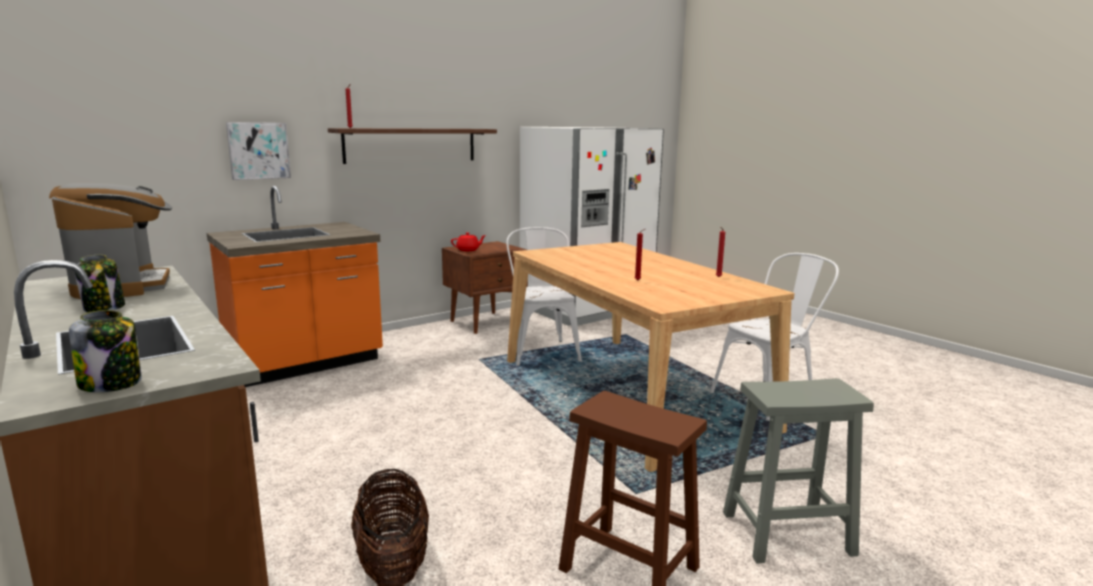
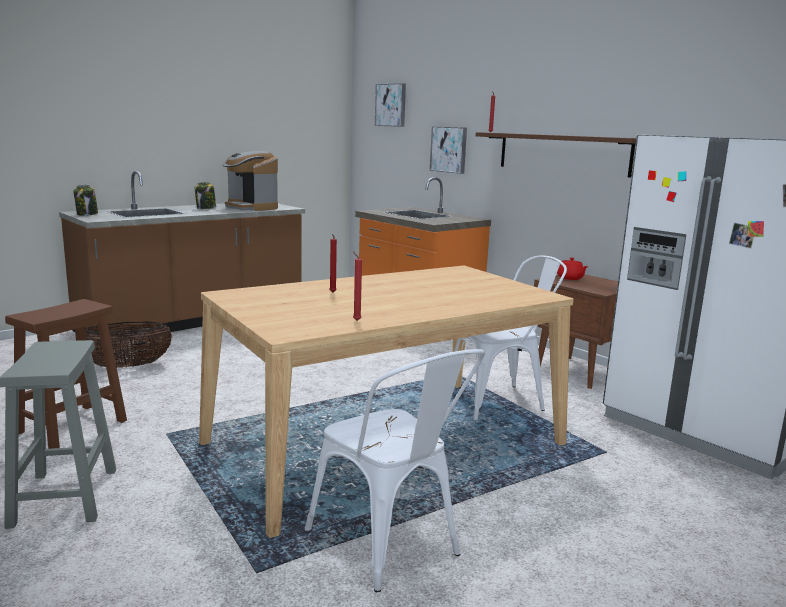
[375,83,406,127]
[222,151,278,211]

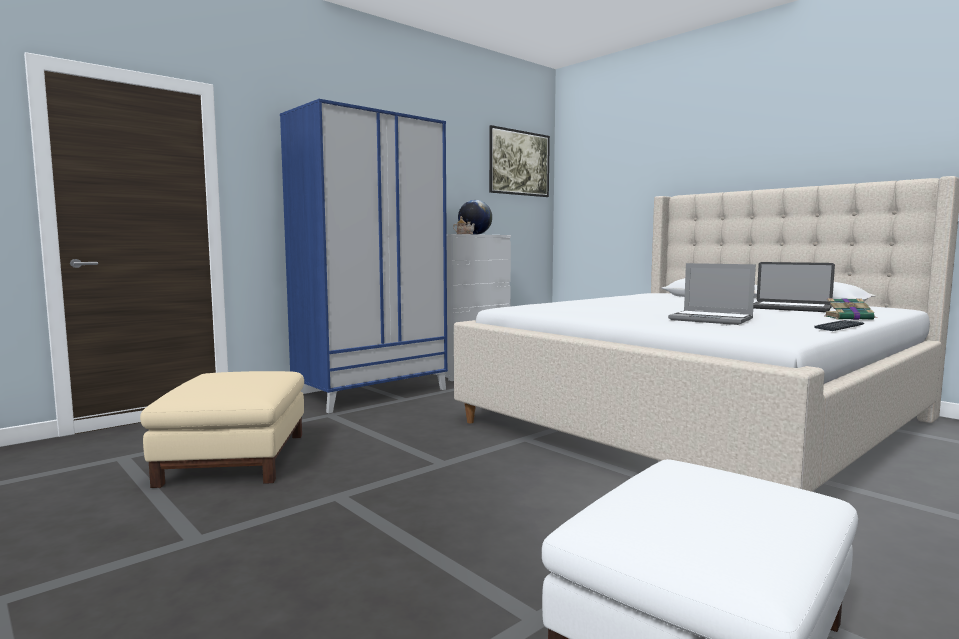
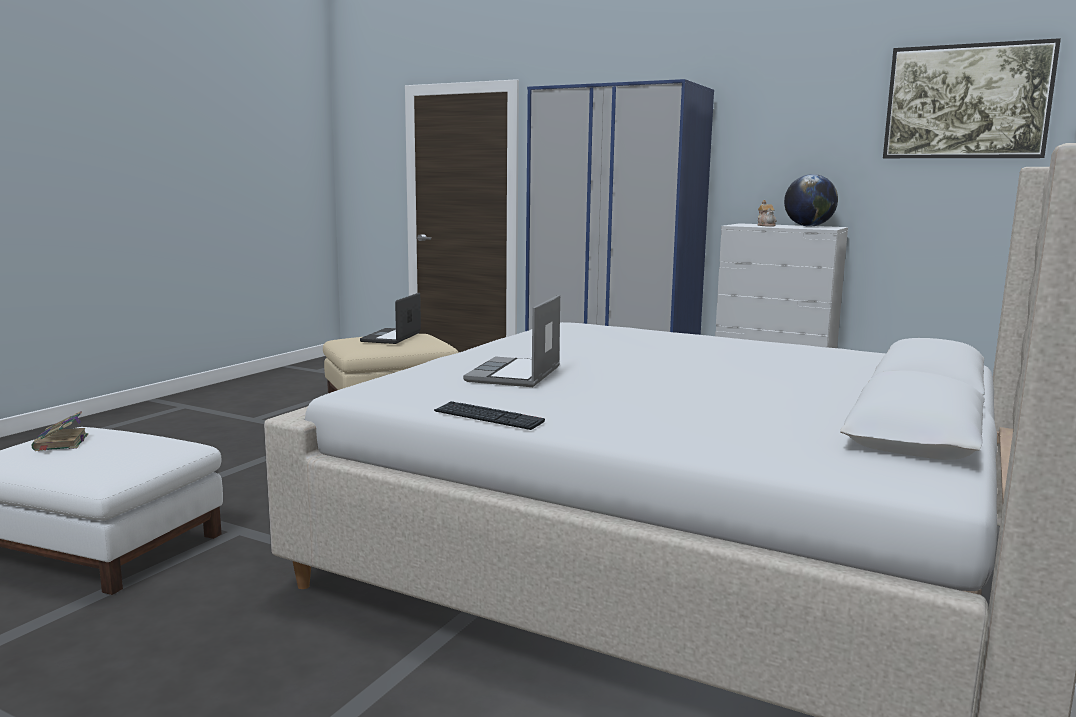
[360,293,421,344]
[32,411,88,451]

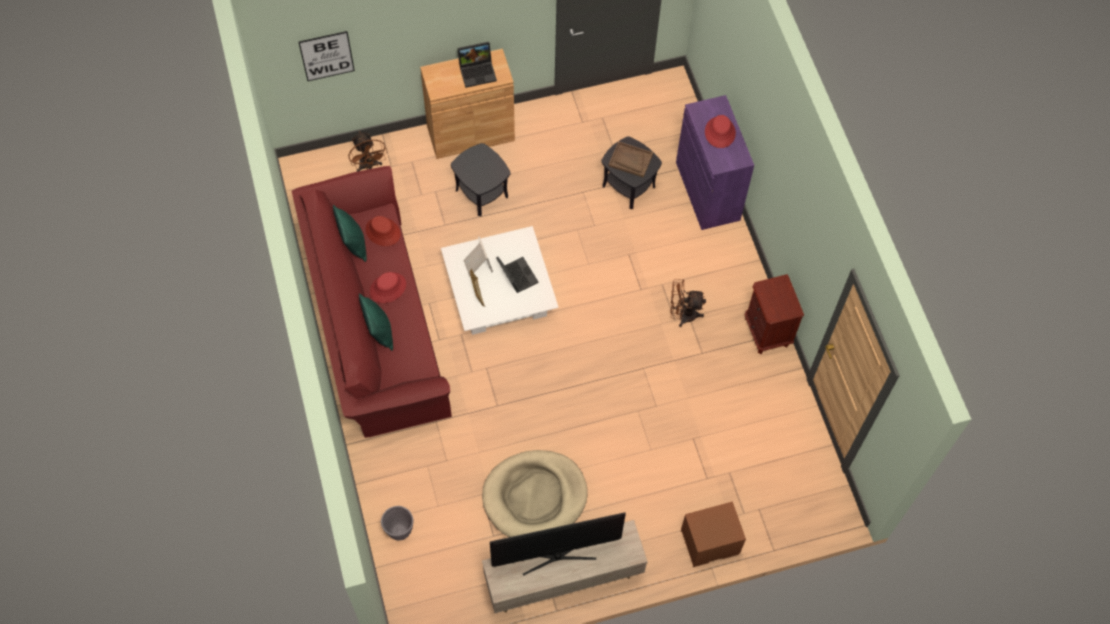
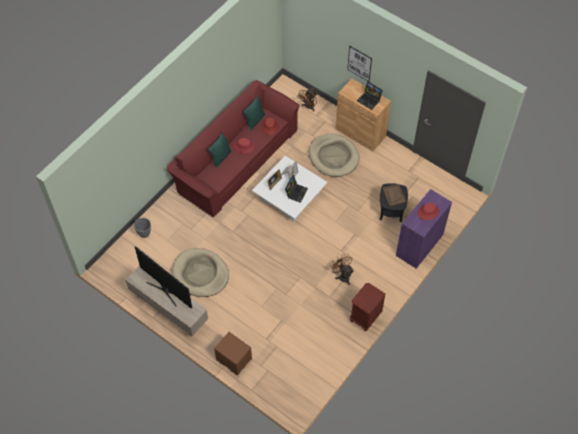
[347,46,372,82]
[309,134,360,177]

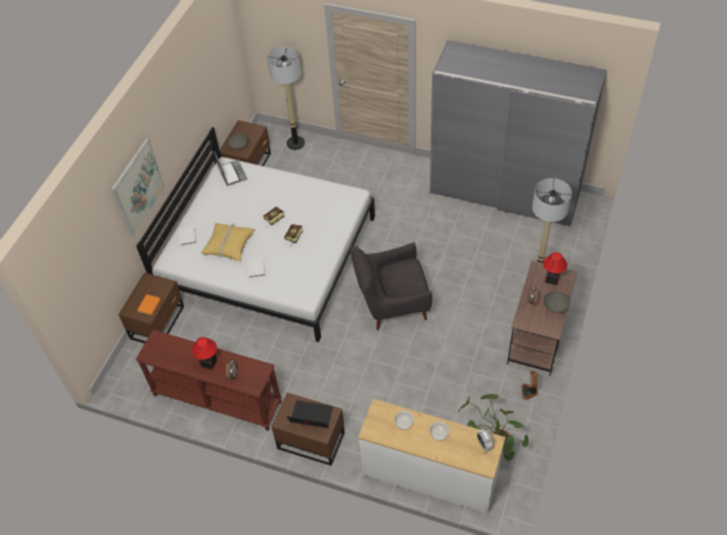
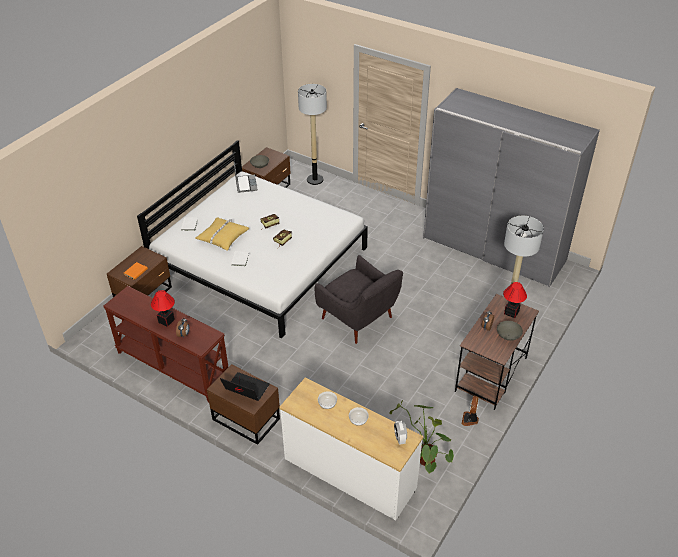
[111,138,165,237] (first image)
[315,255,403,344]

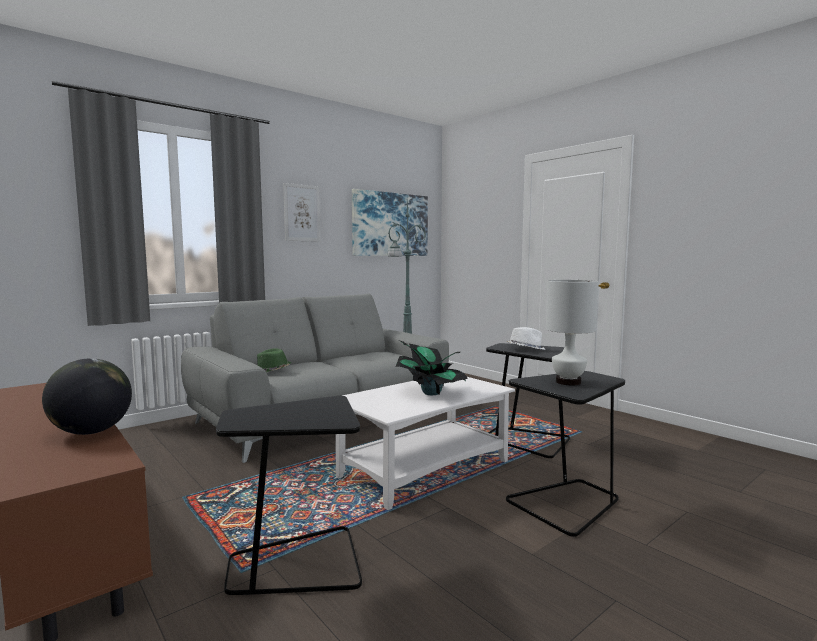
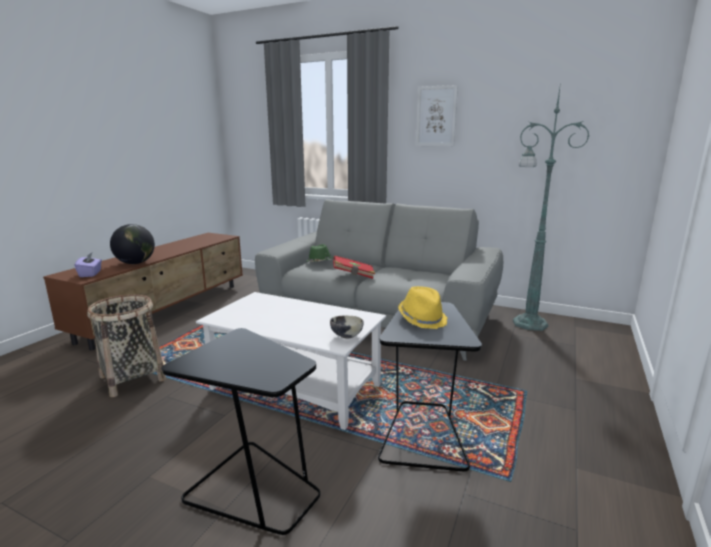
[352,189,428,256] (first image)
[395,341,468,395] (first image)
[546,280,599,385] (first image)
[74,253,102,277]
[330,315,364,338]
[333,256,375,279]
[87,294,166,397]
[398,286,447,329]

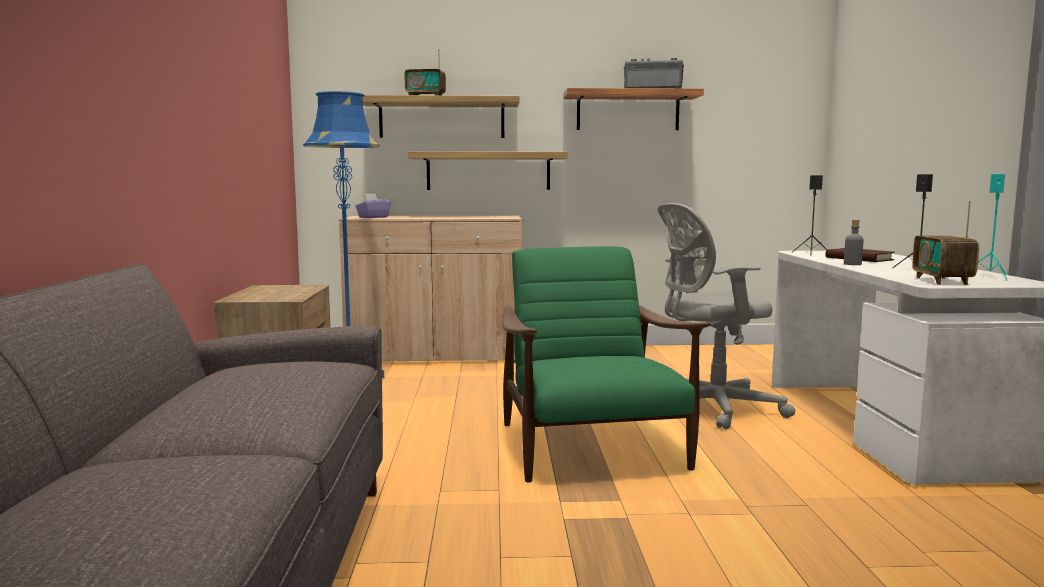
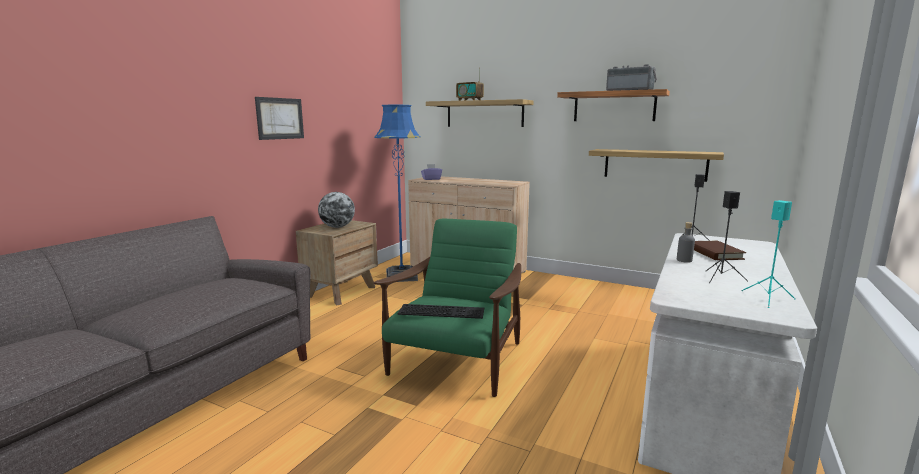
[657,203,796,429] (first image)
[912,202,979,285] (first image)
[255,97,304,140]
[318,192,355,228]
[398,304,484,319]
[589,149,724,182]

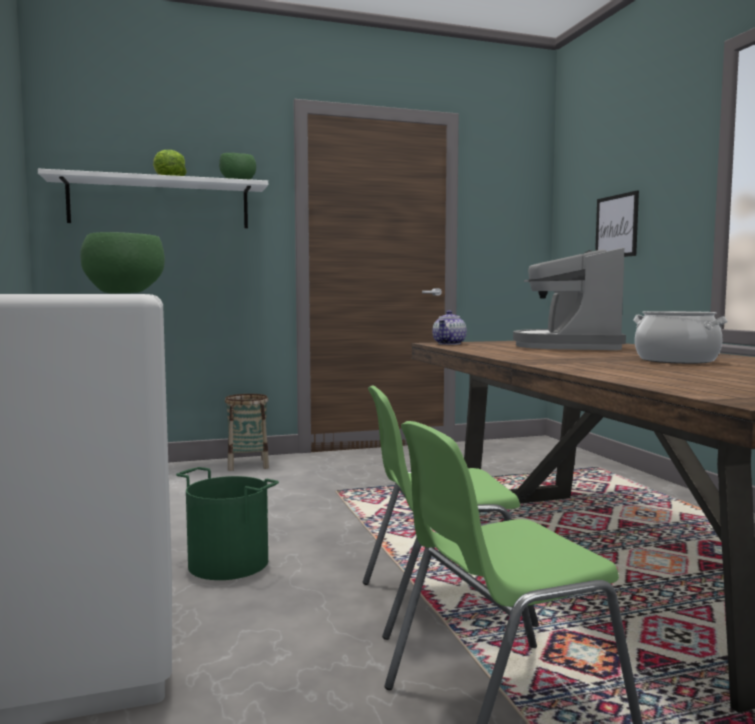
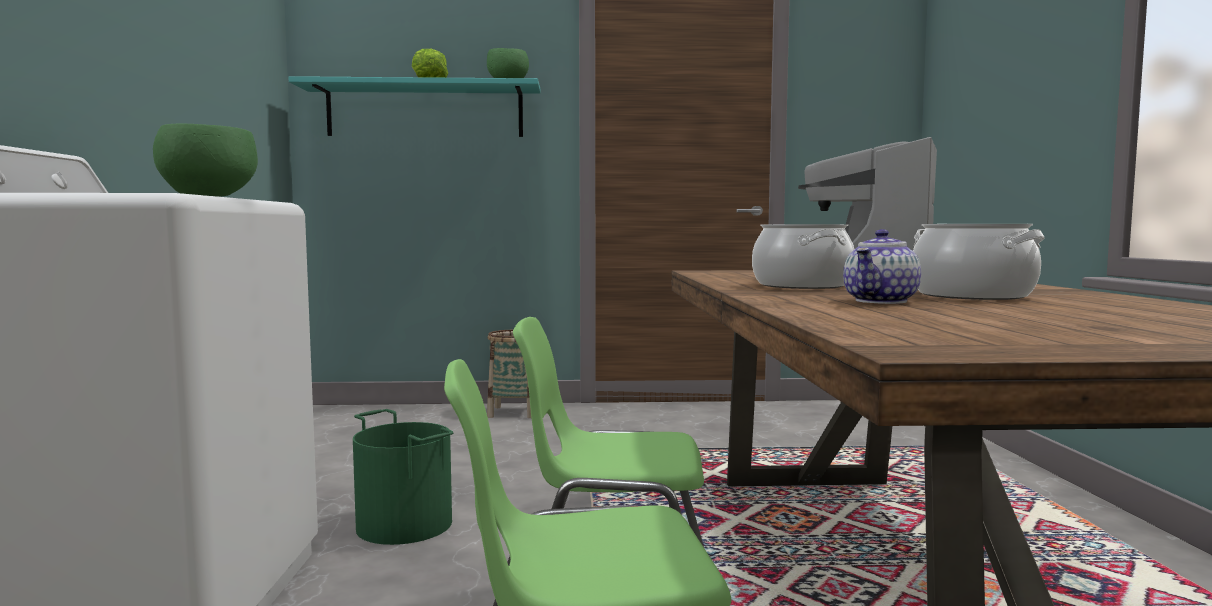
[595,190,639,257] (first image)
[752,224,854,289]
[843,229,921,304]
[288,76,541,137]

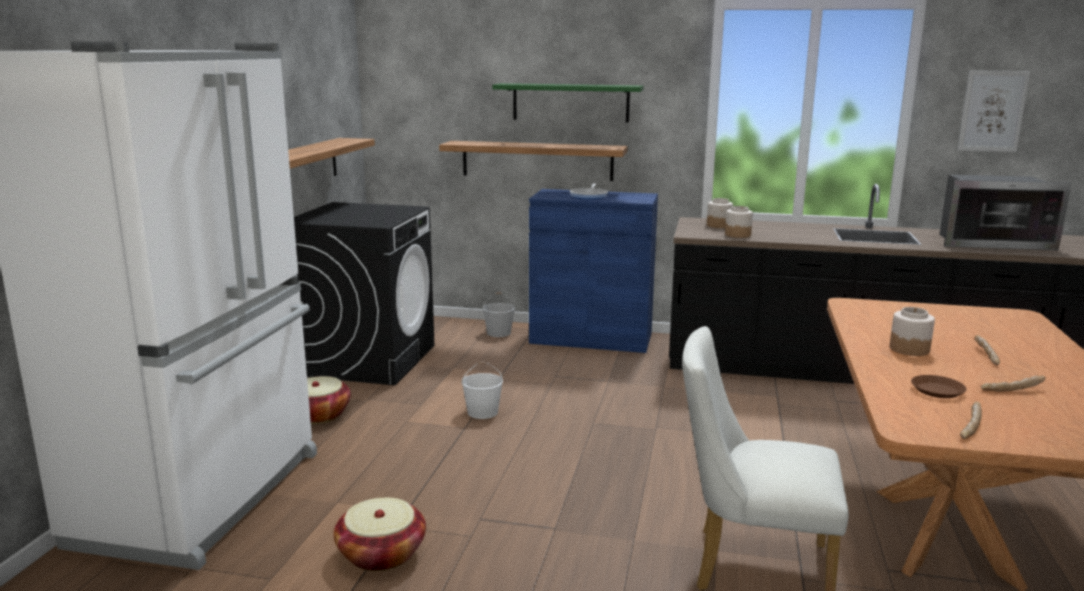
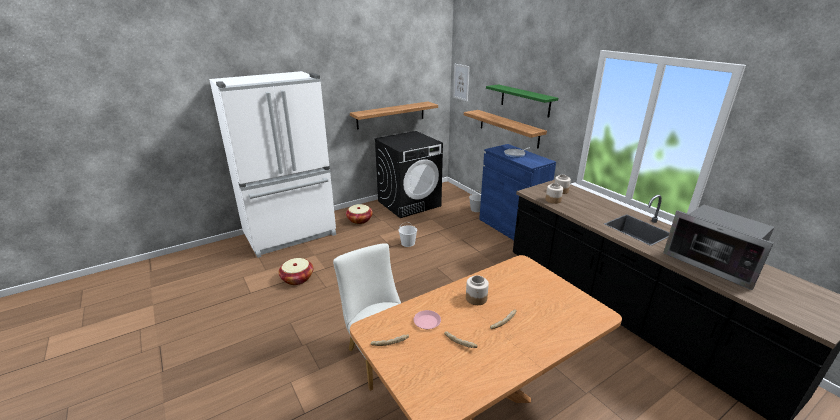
[453,64,470,102]
[414,310,441,329]

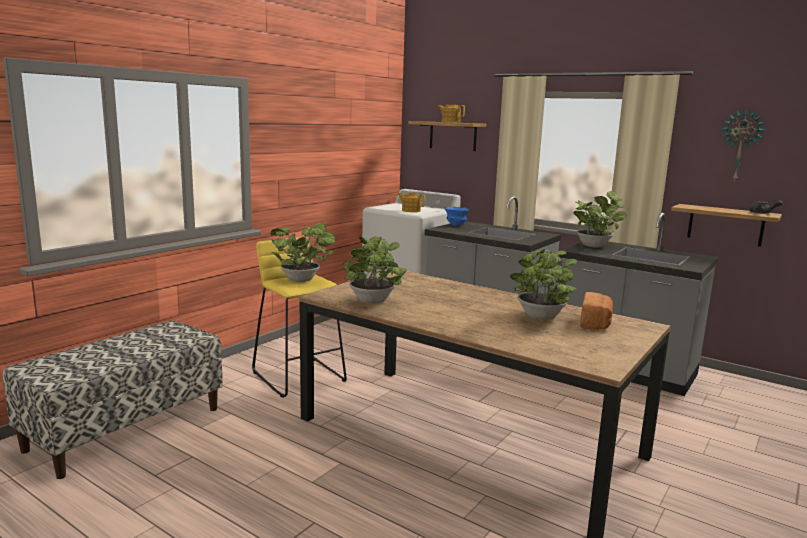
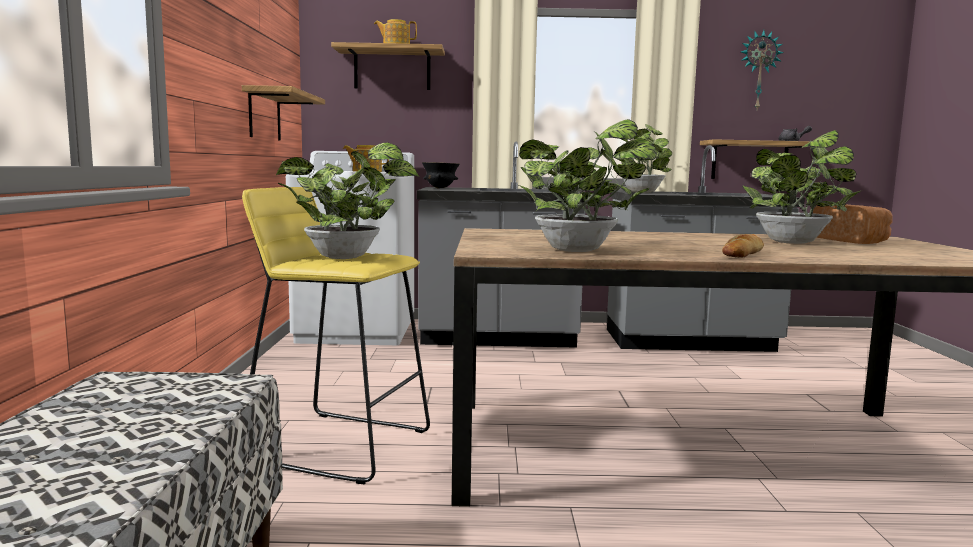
[242,85,325,141]
[722,234,764,258]
[422,162,460,188]

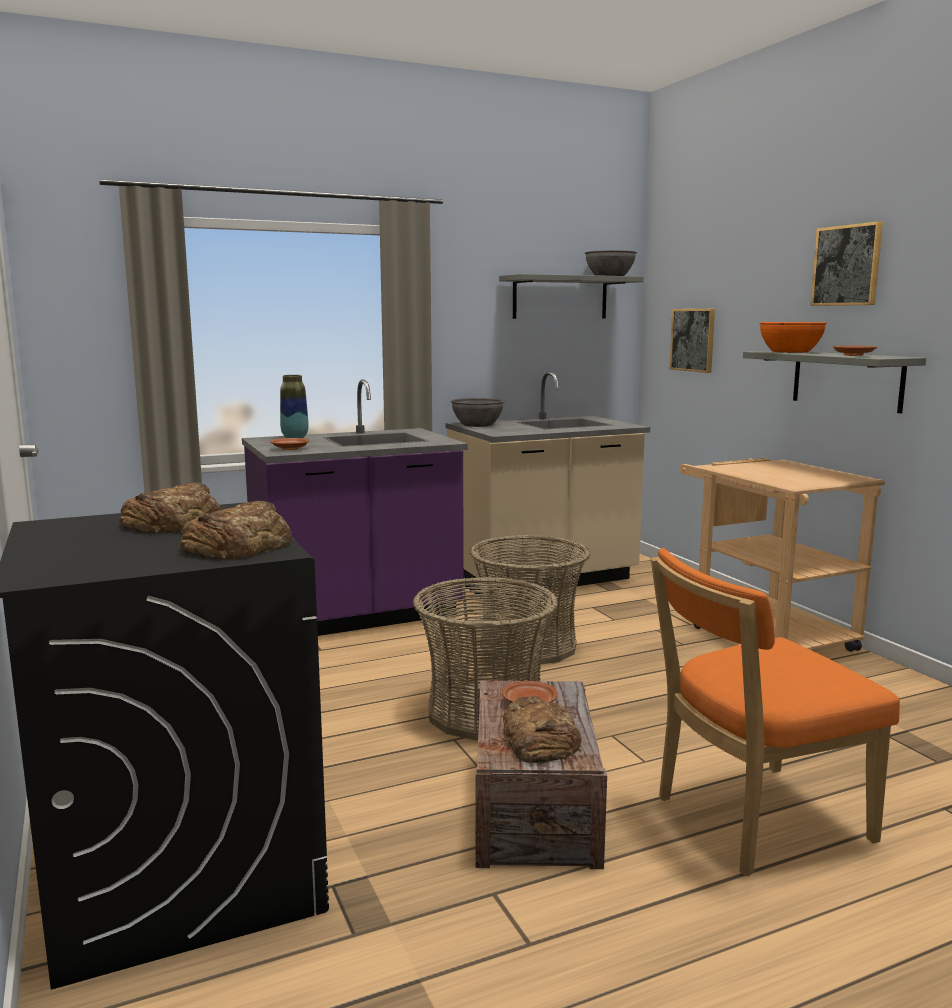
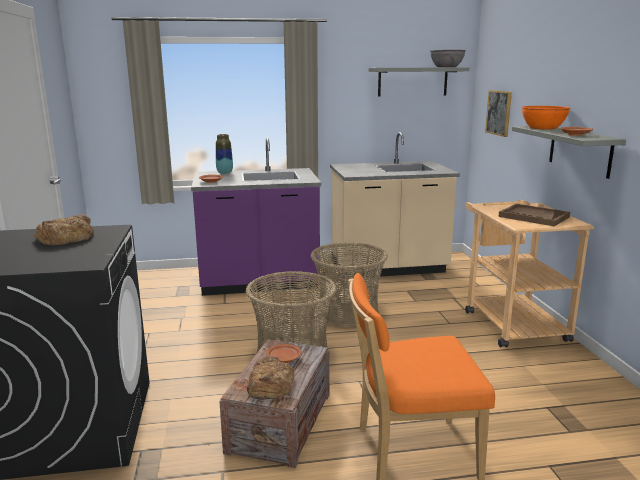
[179,501,292,559] (first image)
[451,398,504,427] (first image)
[810,221,883,306] (first image)
[498,204,570,226]

